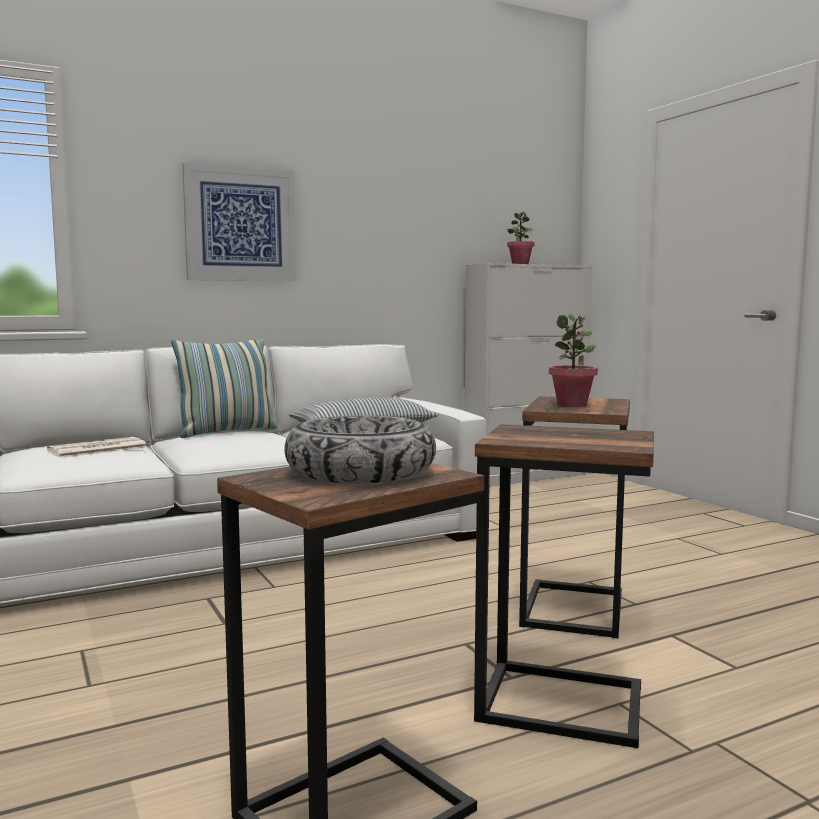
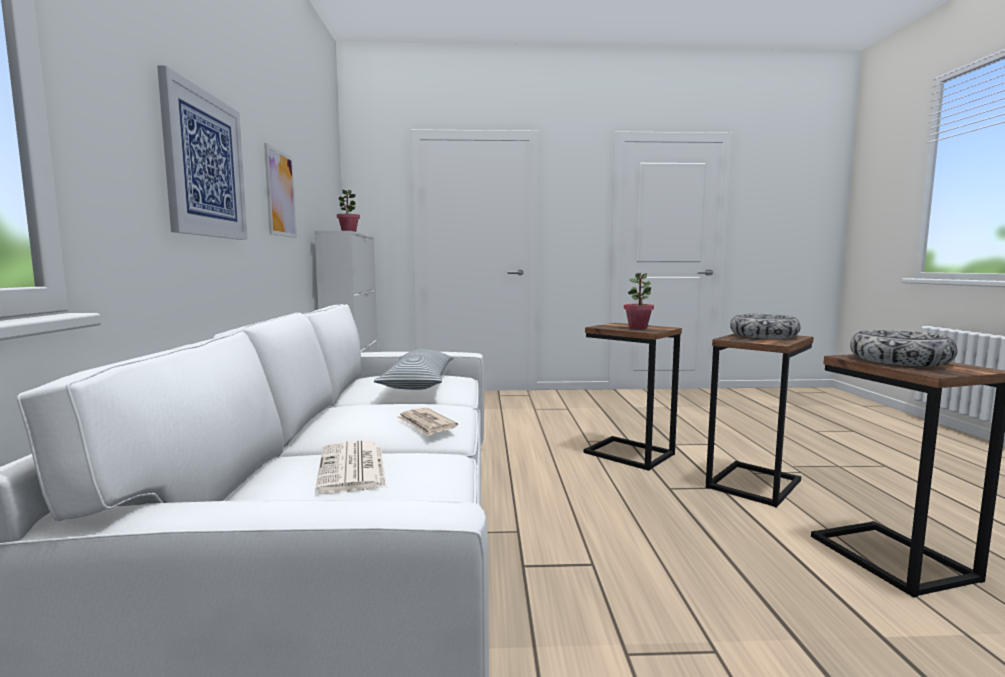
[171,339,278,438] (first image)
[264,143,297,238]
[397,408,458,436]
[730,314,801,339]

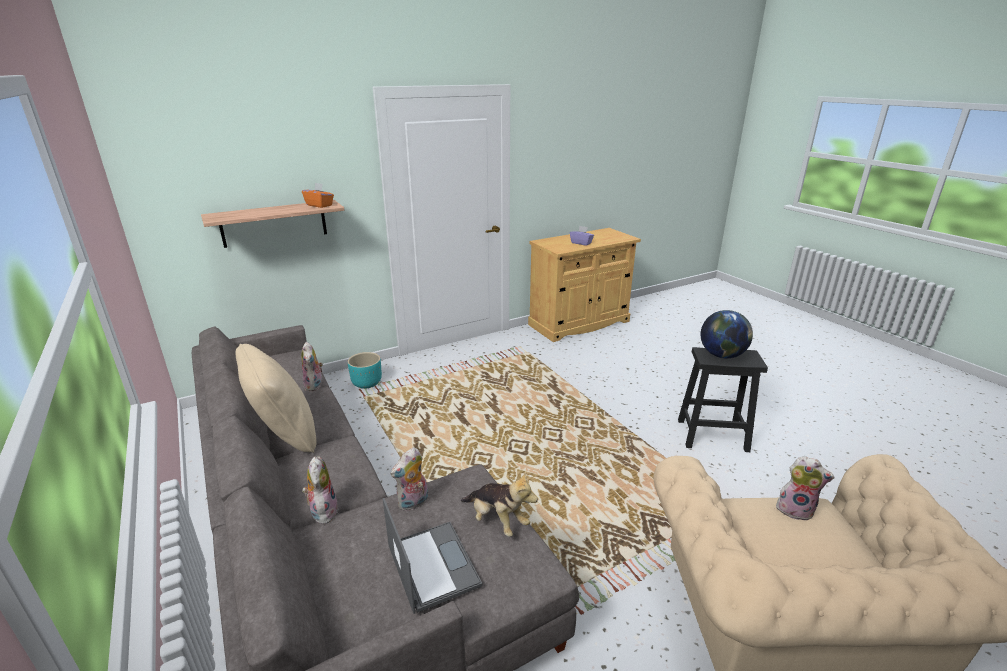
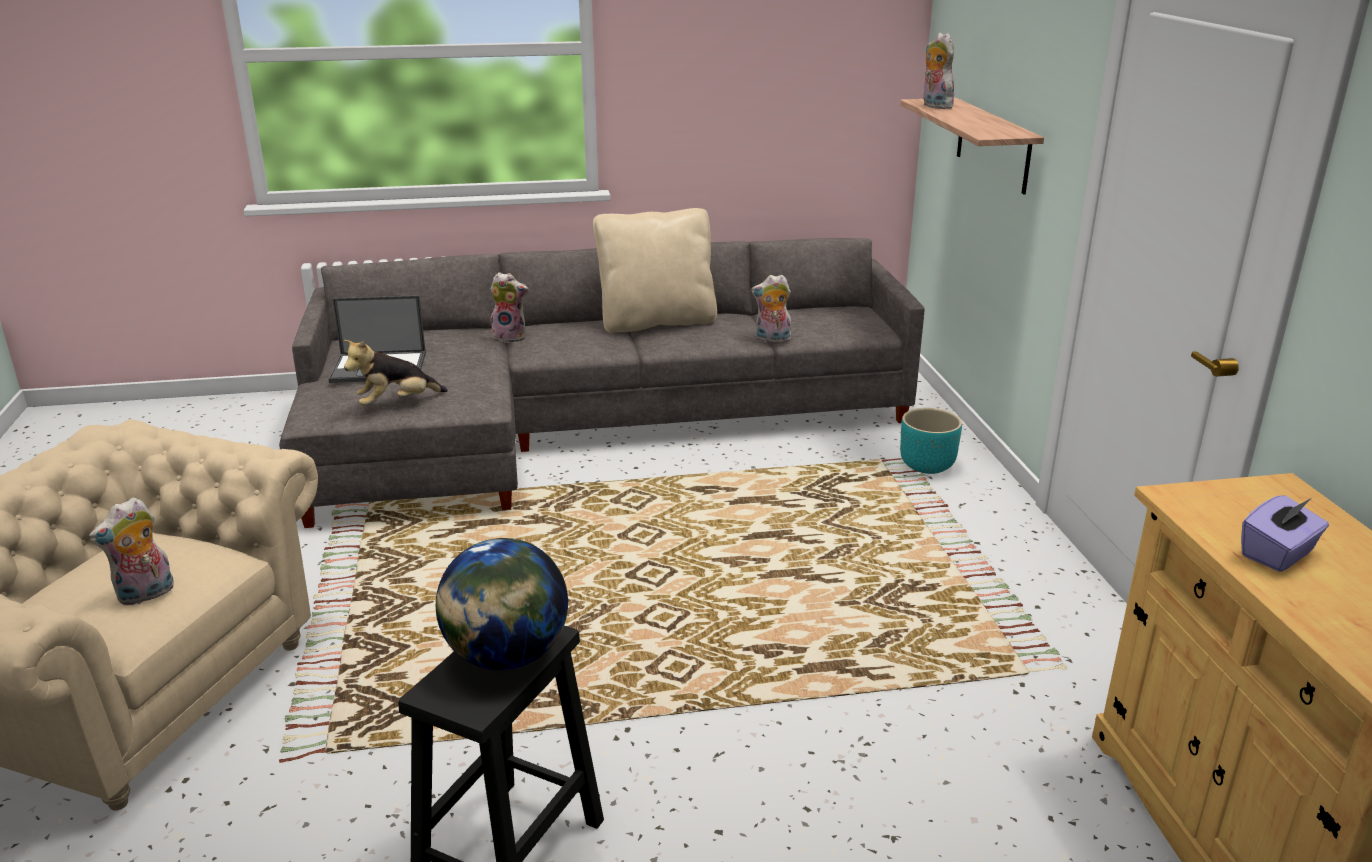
[302,183,334,208] (first image)
[924,33,954,109]

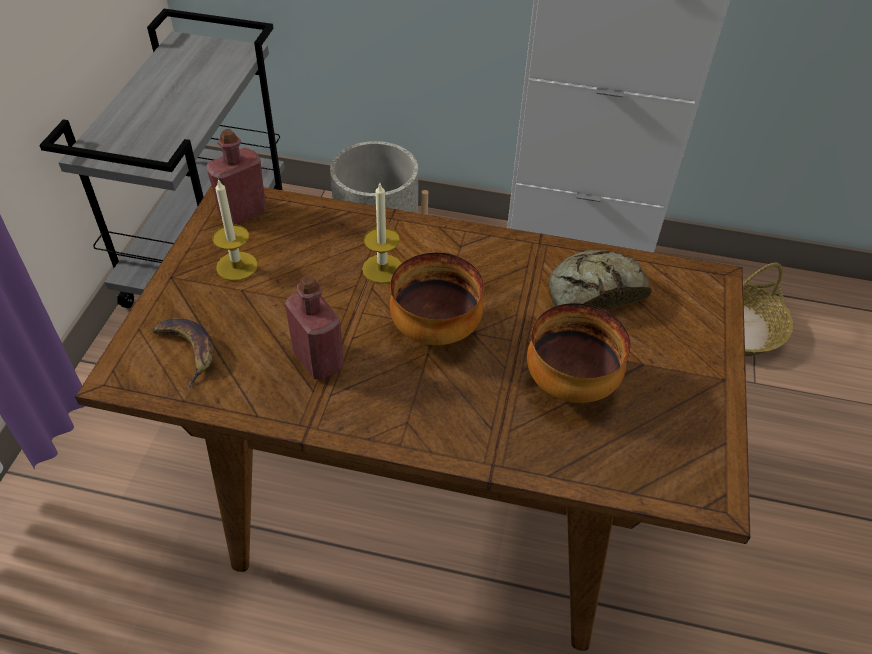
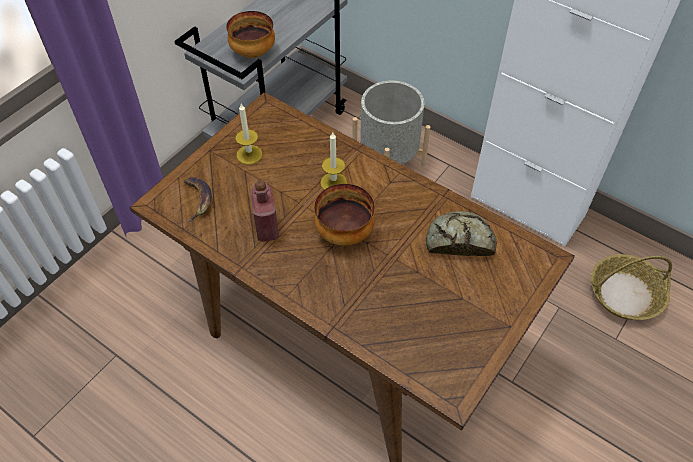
[206,129,267,225] (first image)
[226,11,275,58]

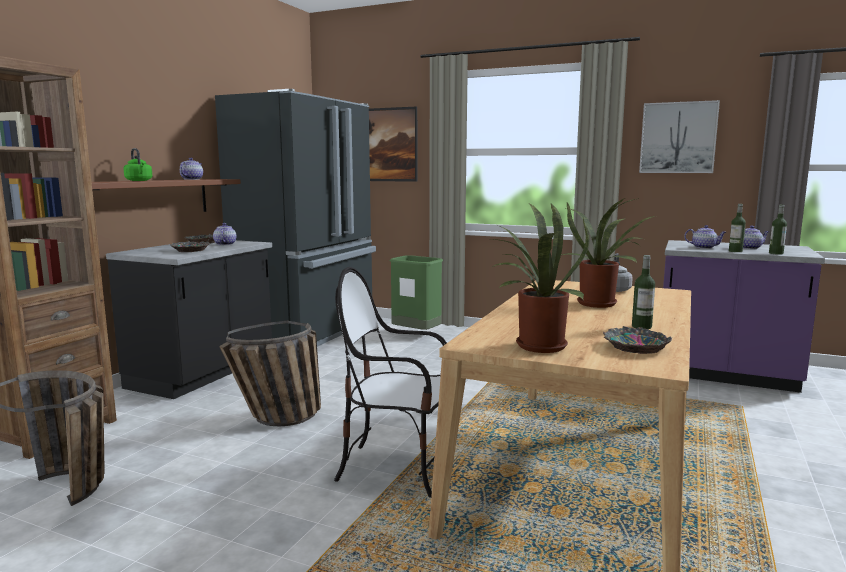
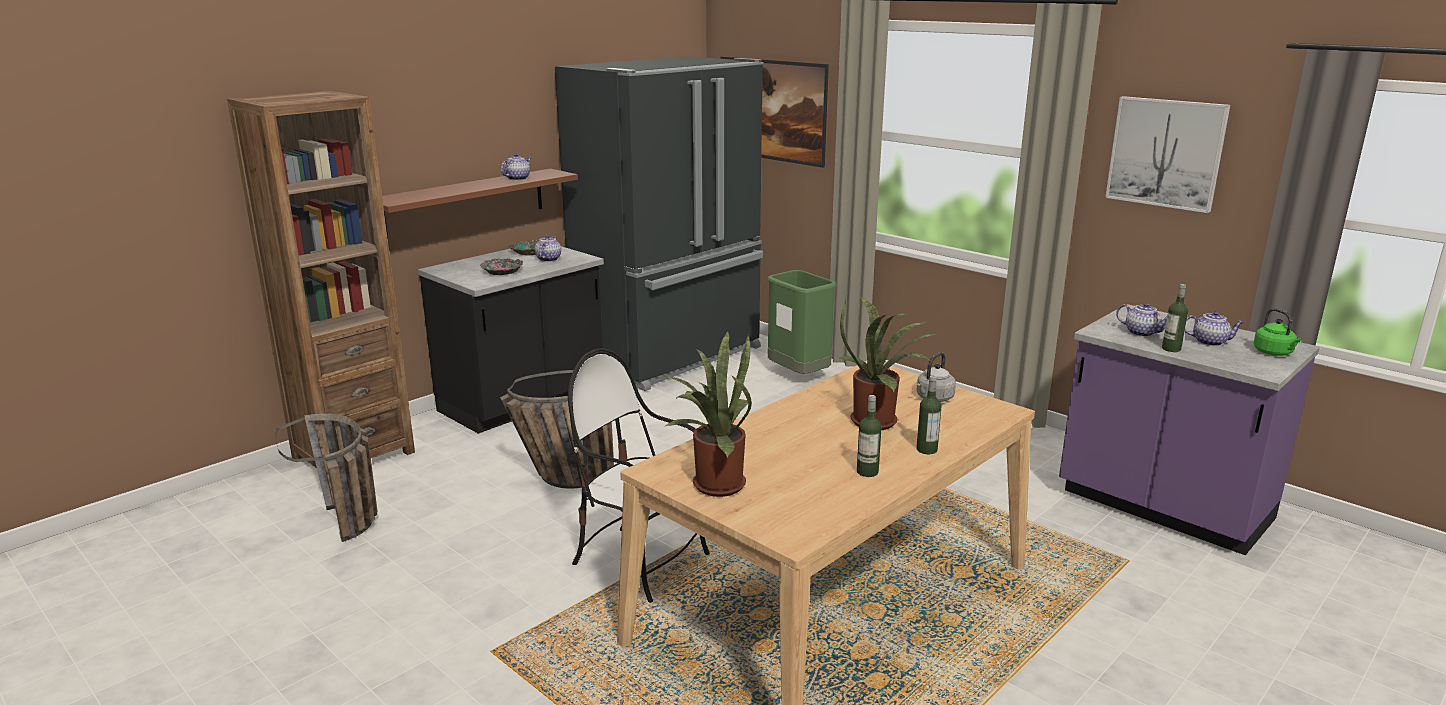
[603,326,672,354] (first image)
[1254,308,1302,356]
[916,376,941,454]

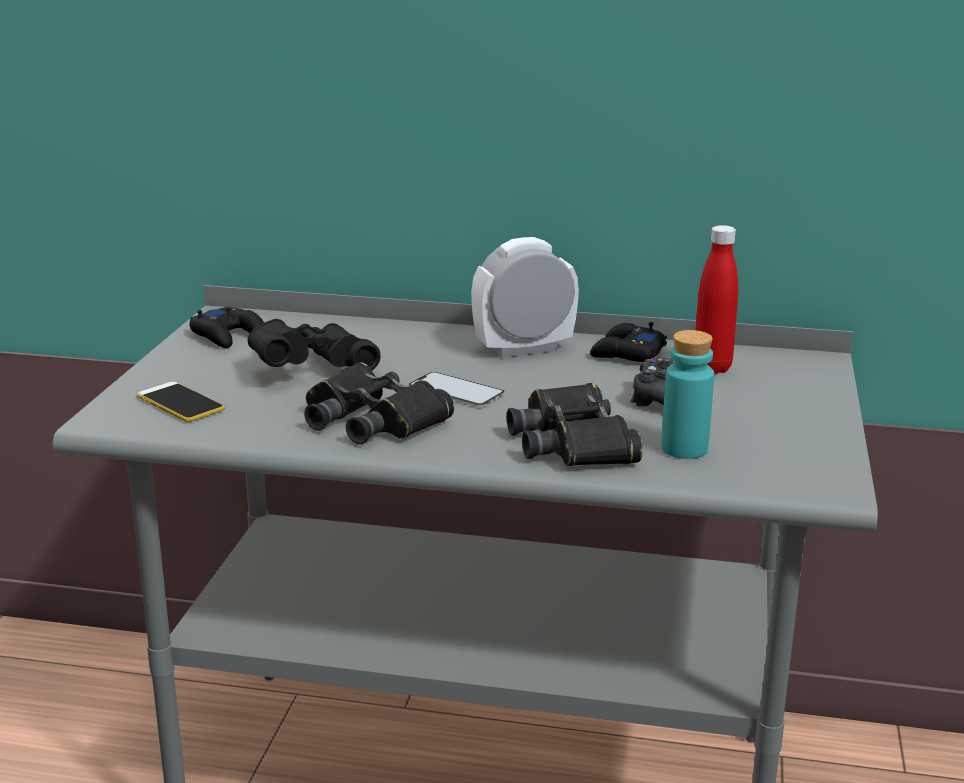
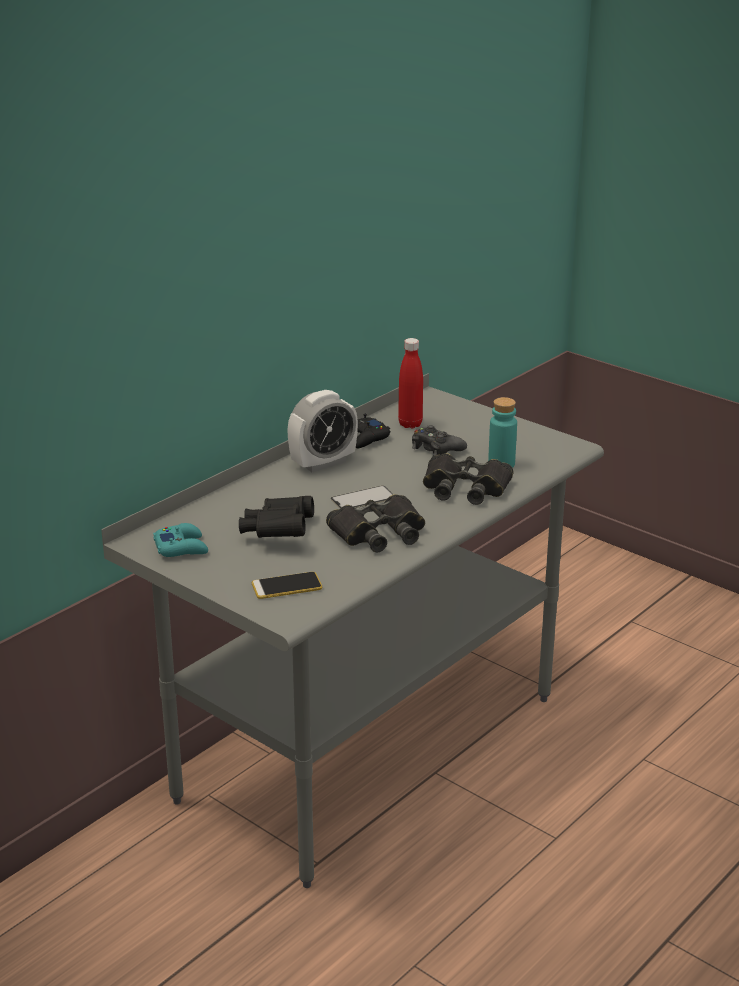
[153,523,208,557]
[287,390,358,473]

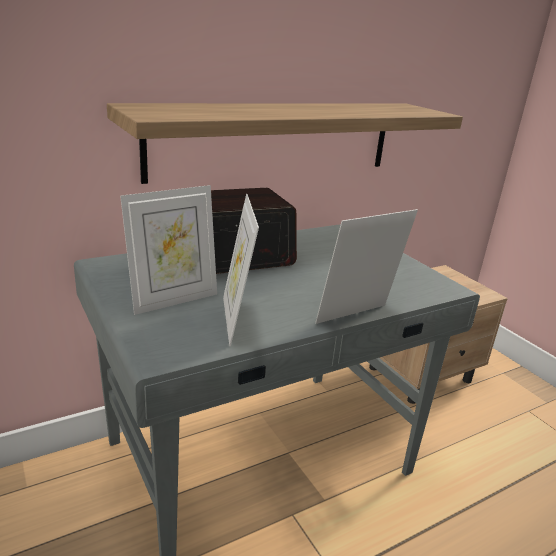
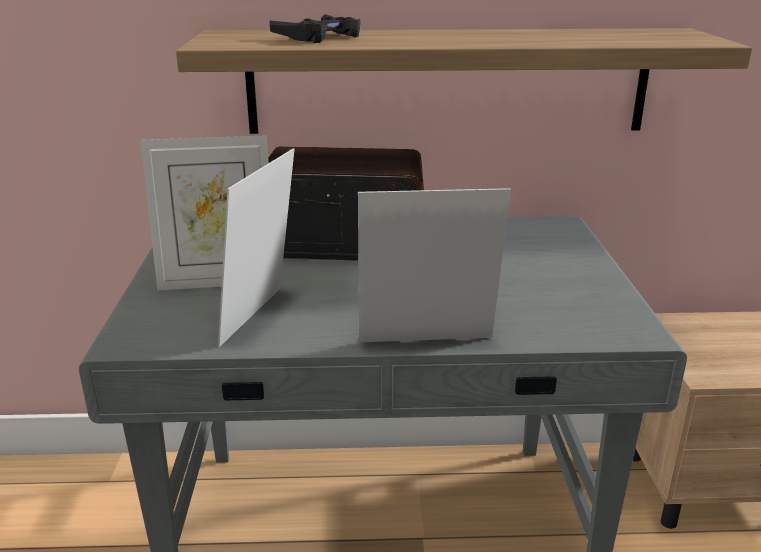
[269,14,361,43]

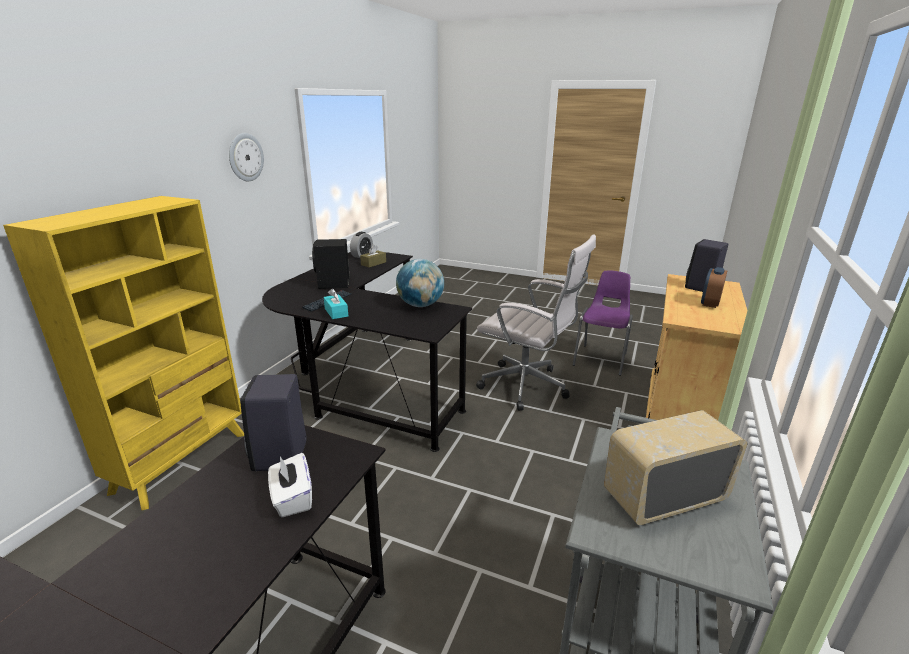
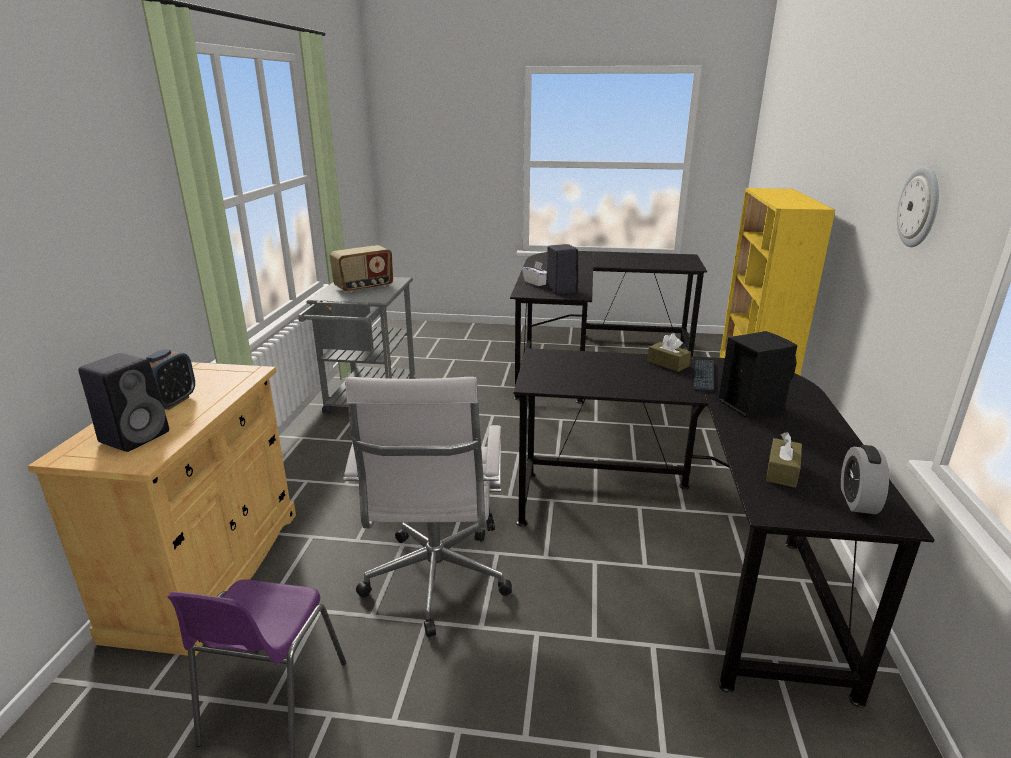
[396,259,444,307] (first image)
[647,334,691,372]
[343,377,512,637]

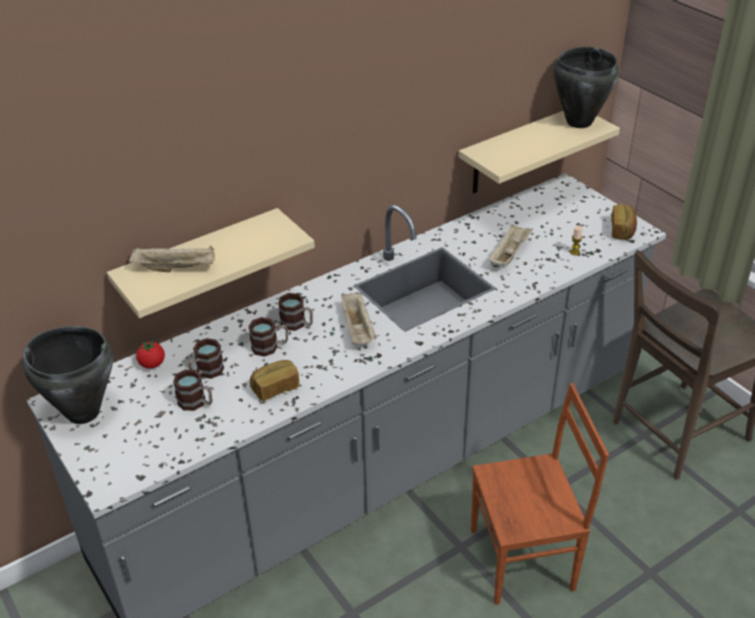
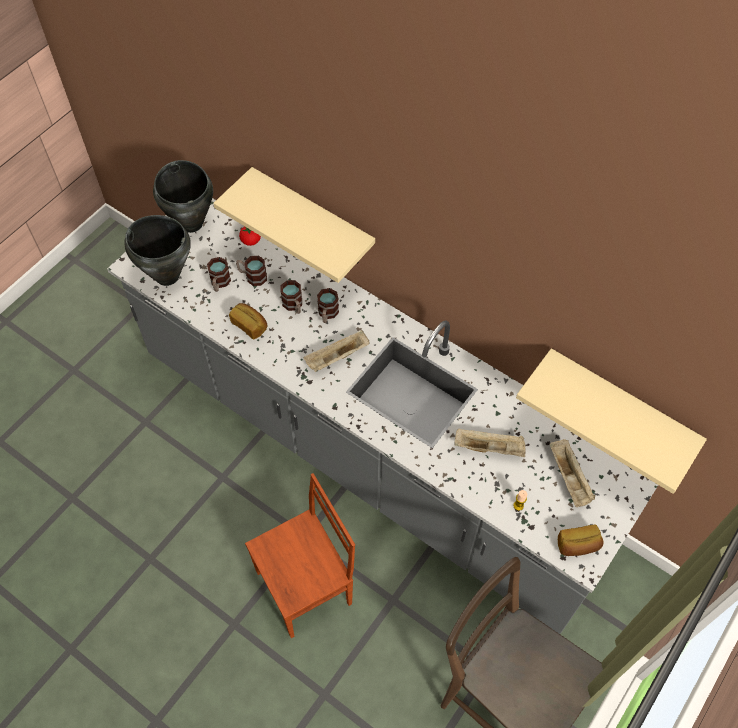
[550,439,595,507]
[124,215,191,286]
[245,473,355,638]

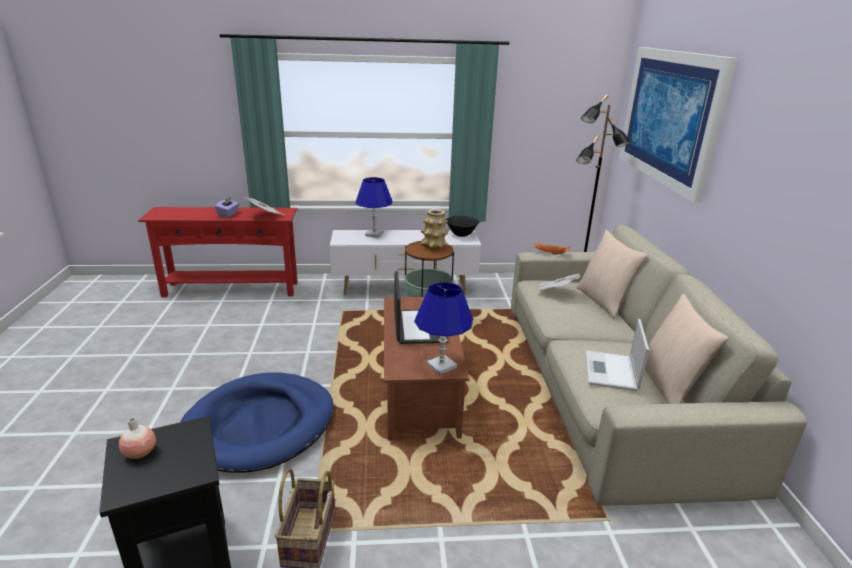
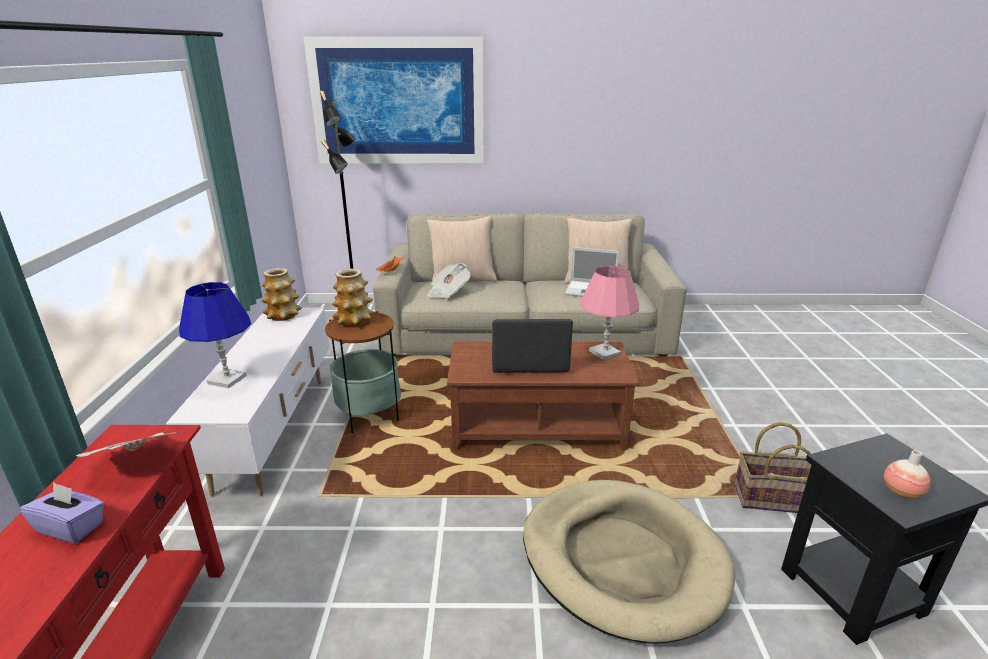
[261,268,302,321]
[523,480,735,644]
[580,266,639,360]

